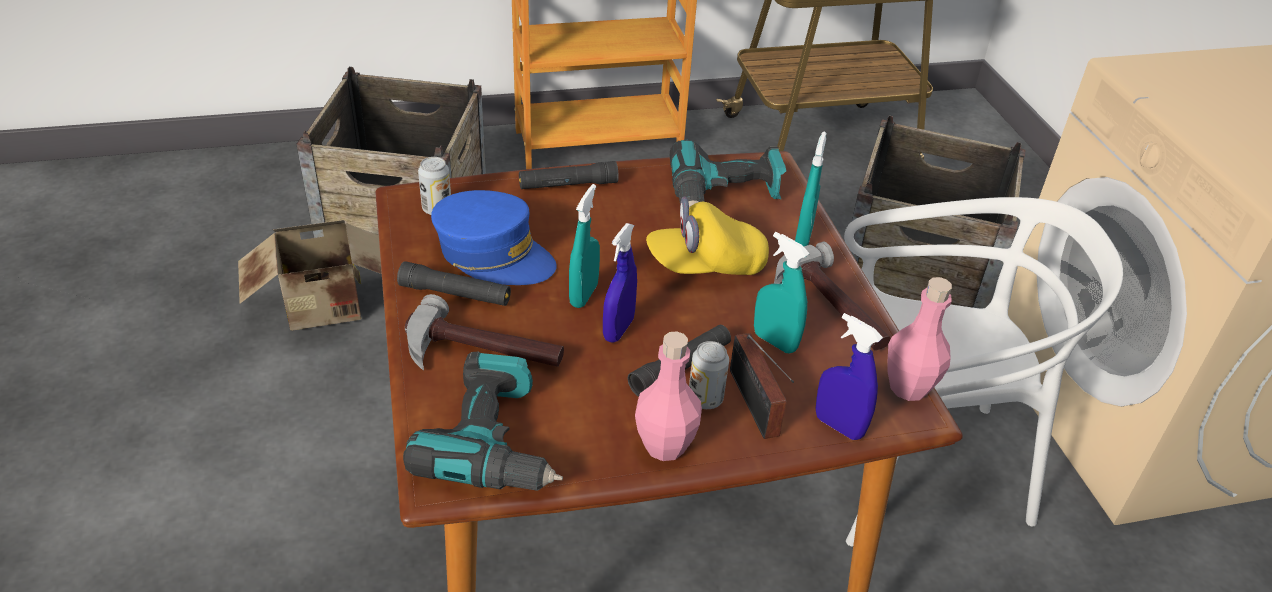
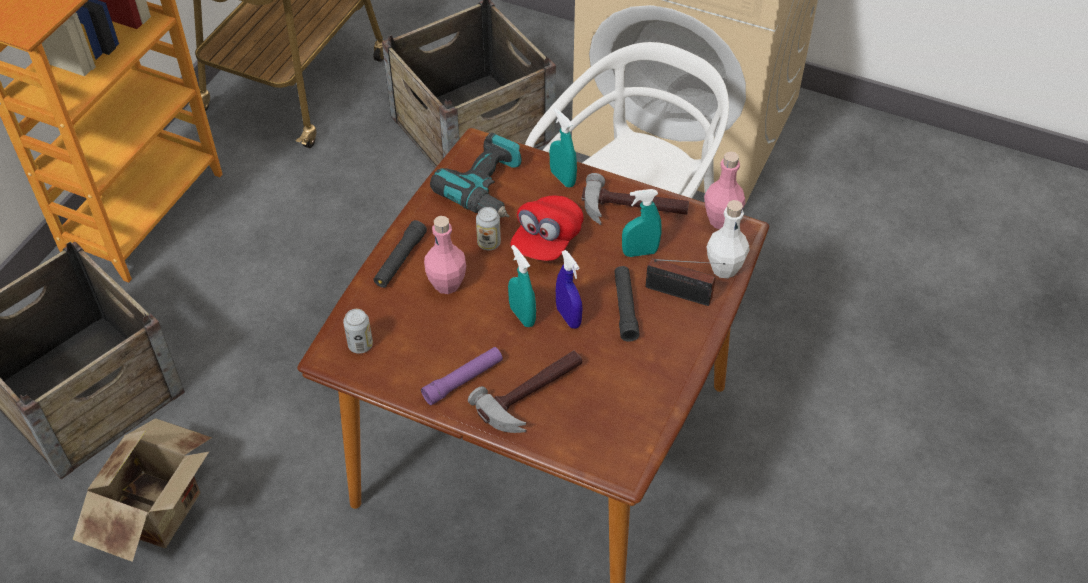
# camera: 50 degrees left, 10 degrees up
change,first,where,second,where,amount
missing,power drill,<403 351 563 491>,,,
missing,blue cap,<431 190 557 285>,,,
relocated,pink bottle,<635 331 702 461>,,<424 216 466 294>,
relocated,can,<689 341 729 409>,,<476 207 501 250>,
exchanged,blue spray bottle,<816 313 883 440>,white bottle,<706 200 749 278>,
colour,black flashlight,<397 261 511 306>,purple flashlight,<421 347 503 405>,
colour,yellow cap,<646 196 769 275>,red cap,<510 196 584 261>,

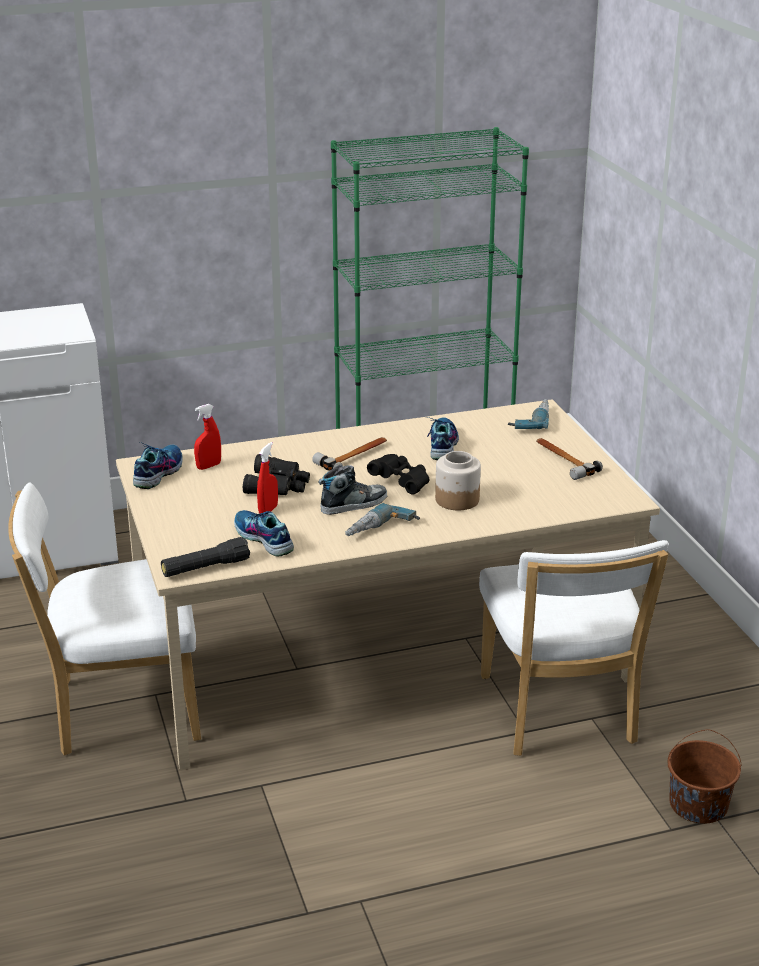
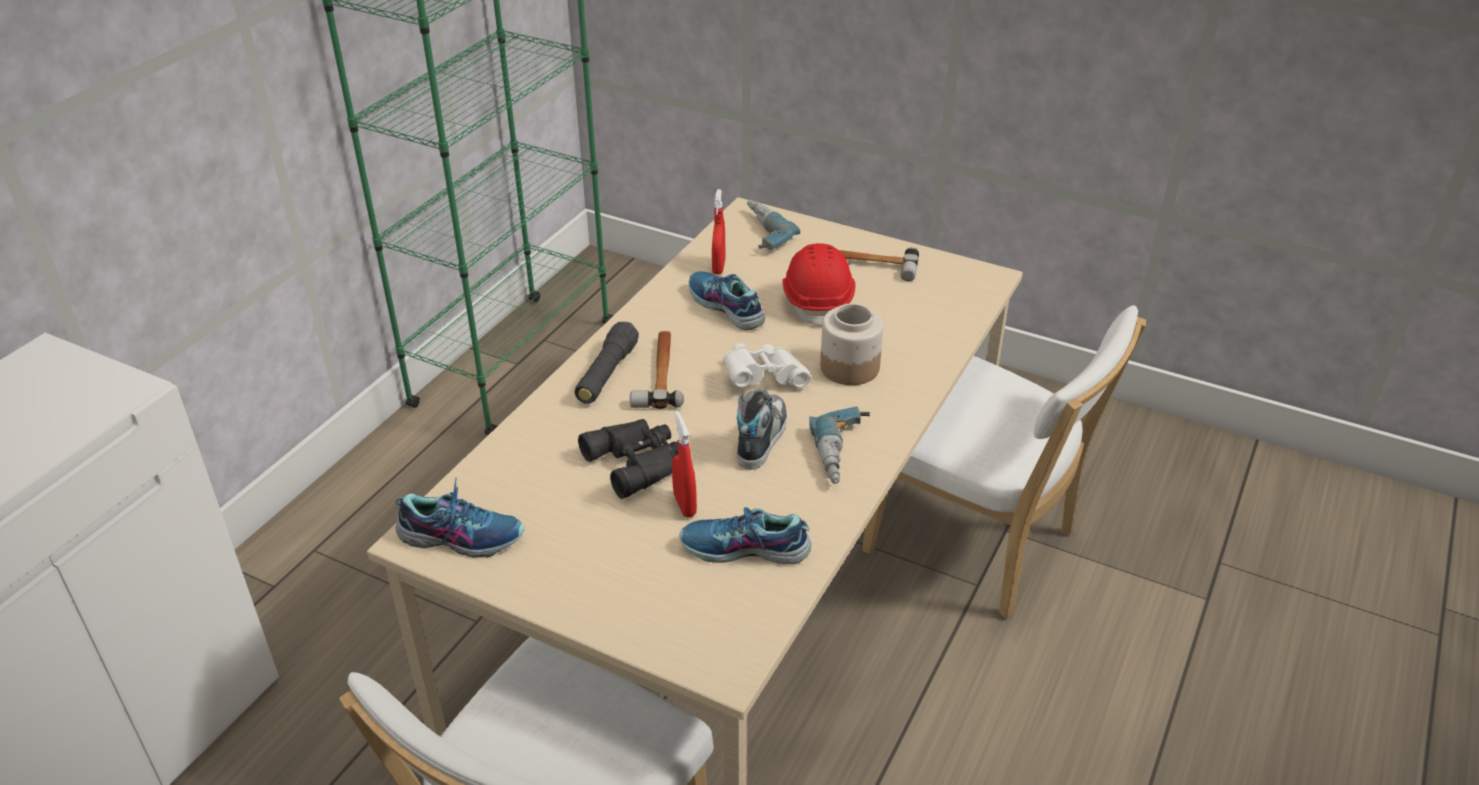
# camera: 45 degrees left, 10 degrees up
change,first,where,second,where,amount
missing,brown bucket,<668 729 741 824>,,,
appeared,,,red hard hat,<782 243 855 325>,
relocated,black flashlight,<161 537 250 577>,,<575 322 639 404>,
relocated,red spray bottle,<194 404 221 470>,,<712 189 725 275>,
colour,black binoculars,<367 454 429 495>,white binoculars,<723 343 811 388>,
spun,shoe,<133 442 183 489>,,<395 478 524 558>,120 degrees clockwise

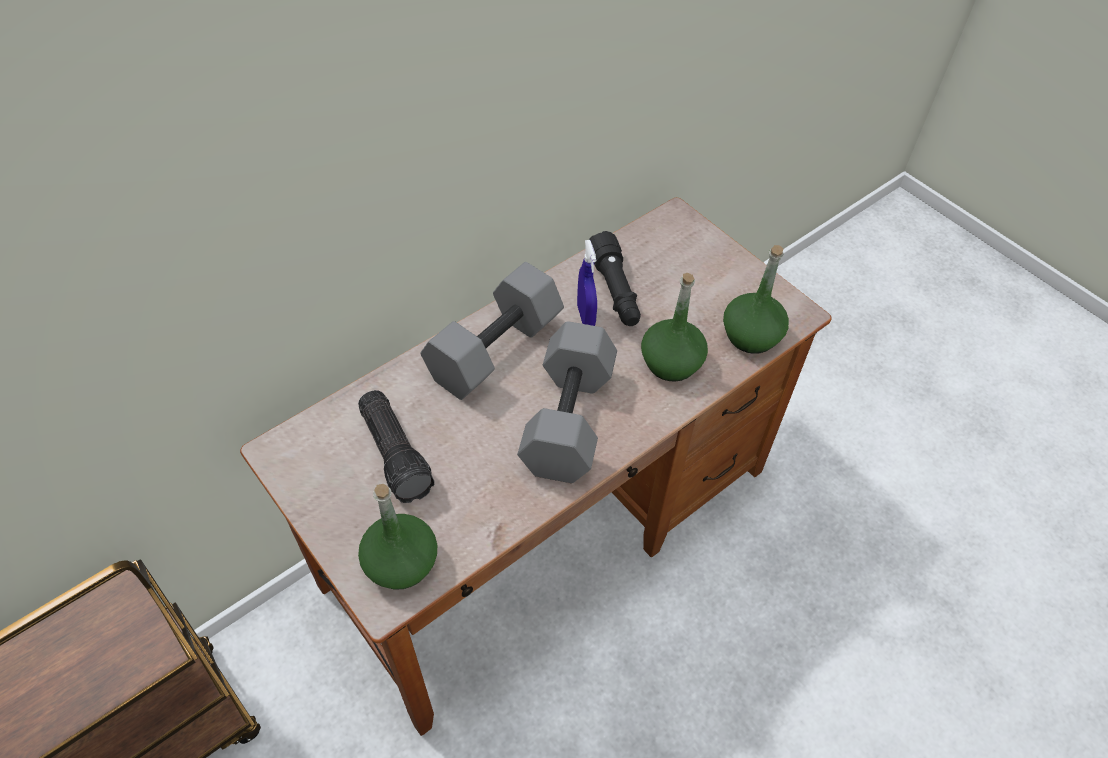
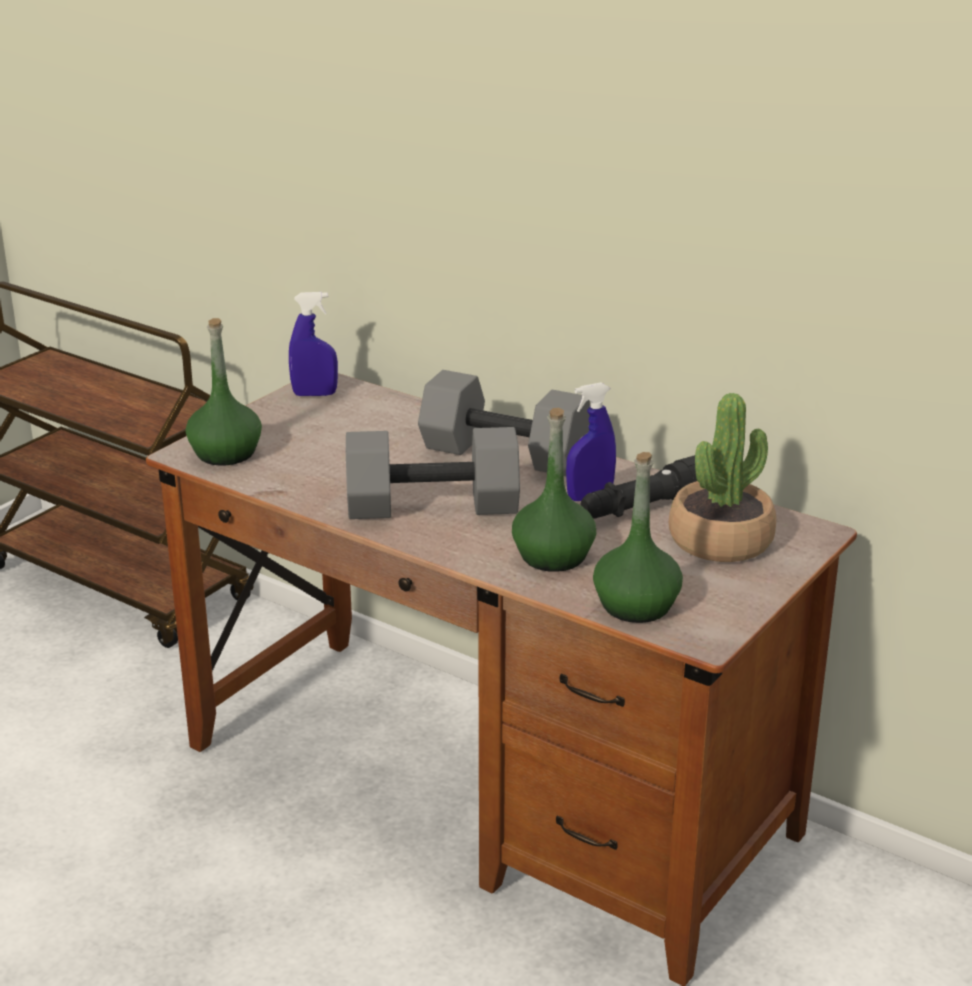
# camera: 75 degrees right, 25 degrees down
change,first,where,second,where,amount
missing,flashlight,<358 390 435 503>,,,
appeared,,,blue spray bottle,<289 292 338 396>,
appeared,,,potted plant,<669 393 776 562>,

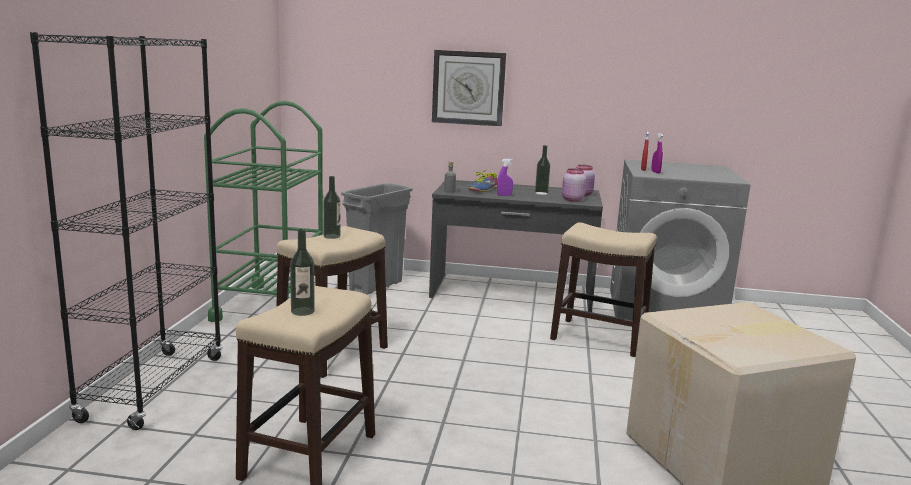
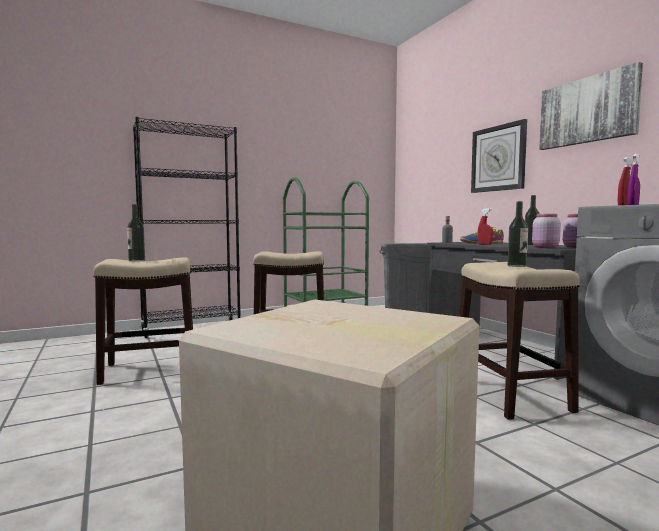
# camera: 55 degrees right, 10 degrees down
change,first,where,second,where,amount
appeared,,,picture,<539 62 643 150>,
relocated,bottle,<323 176 341 239>,,<508 201 528 267>,
colour,purple spray bottle,<497 159 513 196>,red spray bottle,<477 208 493 245>,

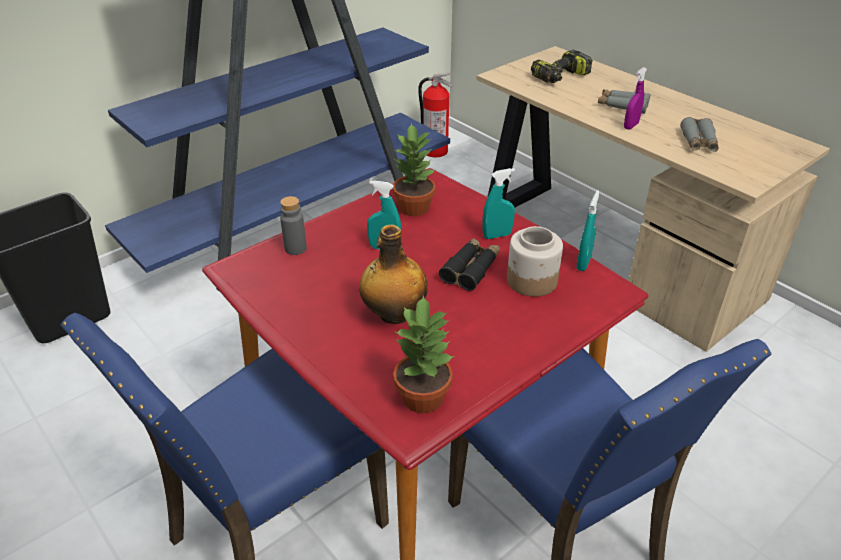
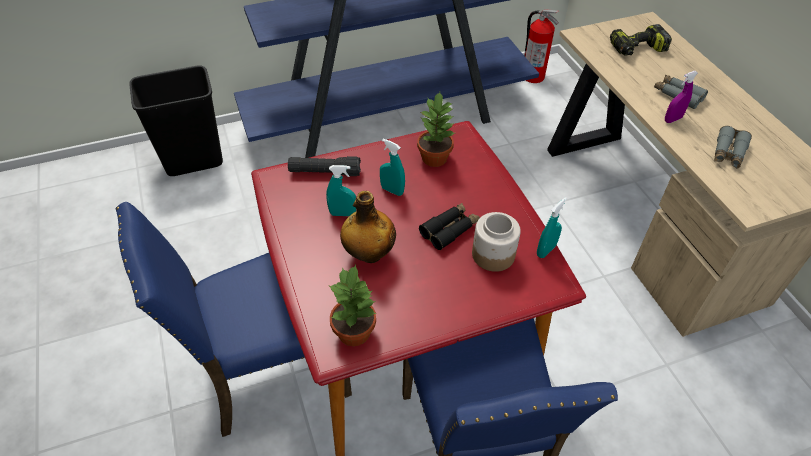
# camera: 20 degrees right, 10 degrees up
change,first,where,second,where,amount
relocated,turquoise spray bottle,<482 168 515 239>,,<326 165 356 216>,
exchanged,grey bottle,<280 196 307 255>,black flashlight,<288 156 361 176>,

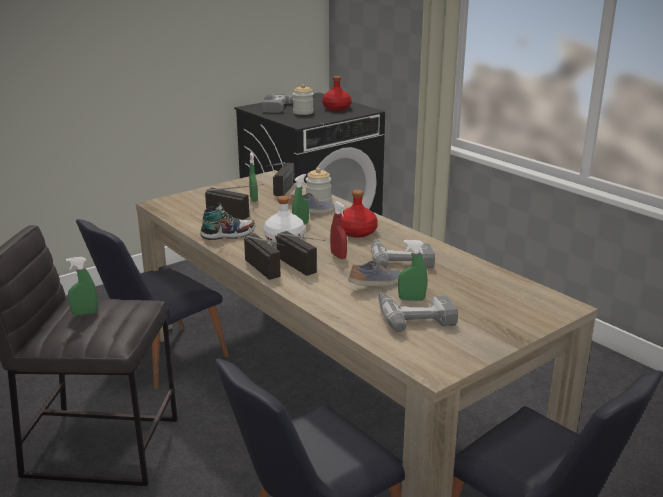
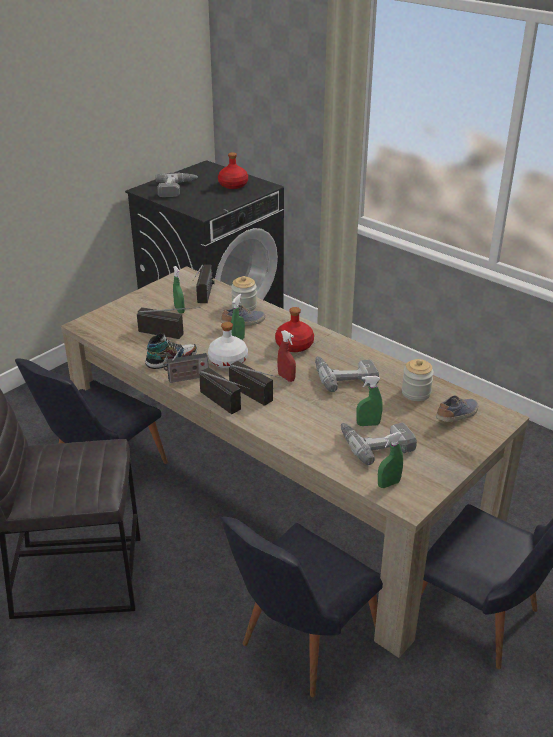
# camera: 10 degrees left, 10 degrees up
change,first,where,second,where,amount
appeared,,,radio,<163 348 208 383>,
relocated,green spray bottle,<66 257 98 315>,,<378 432 403 488>,
relocated,jar,<293 84 314 115>,,<402 359 434 401>,
relocated,shoe,<348 261 401 286>,,<436 395 478 422>,

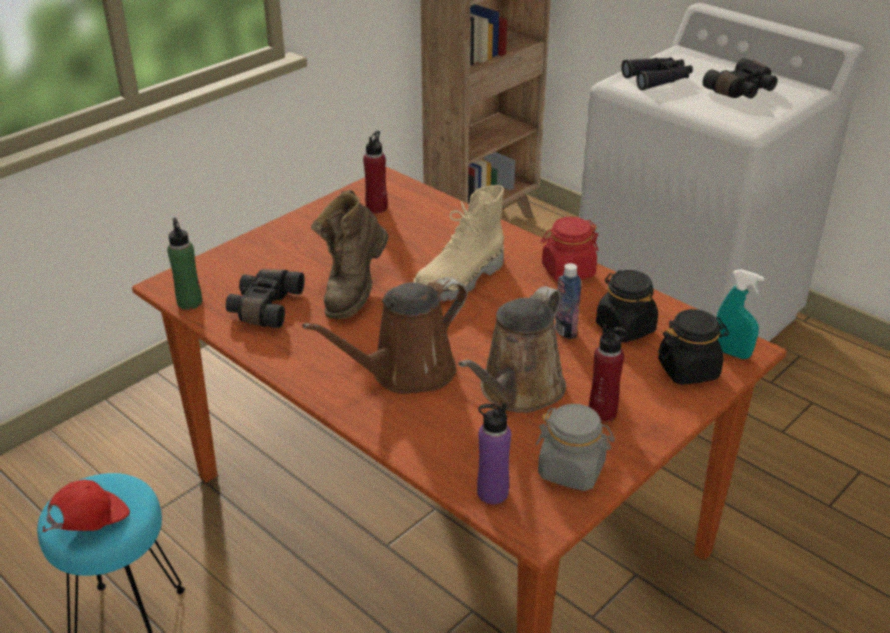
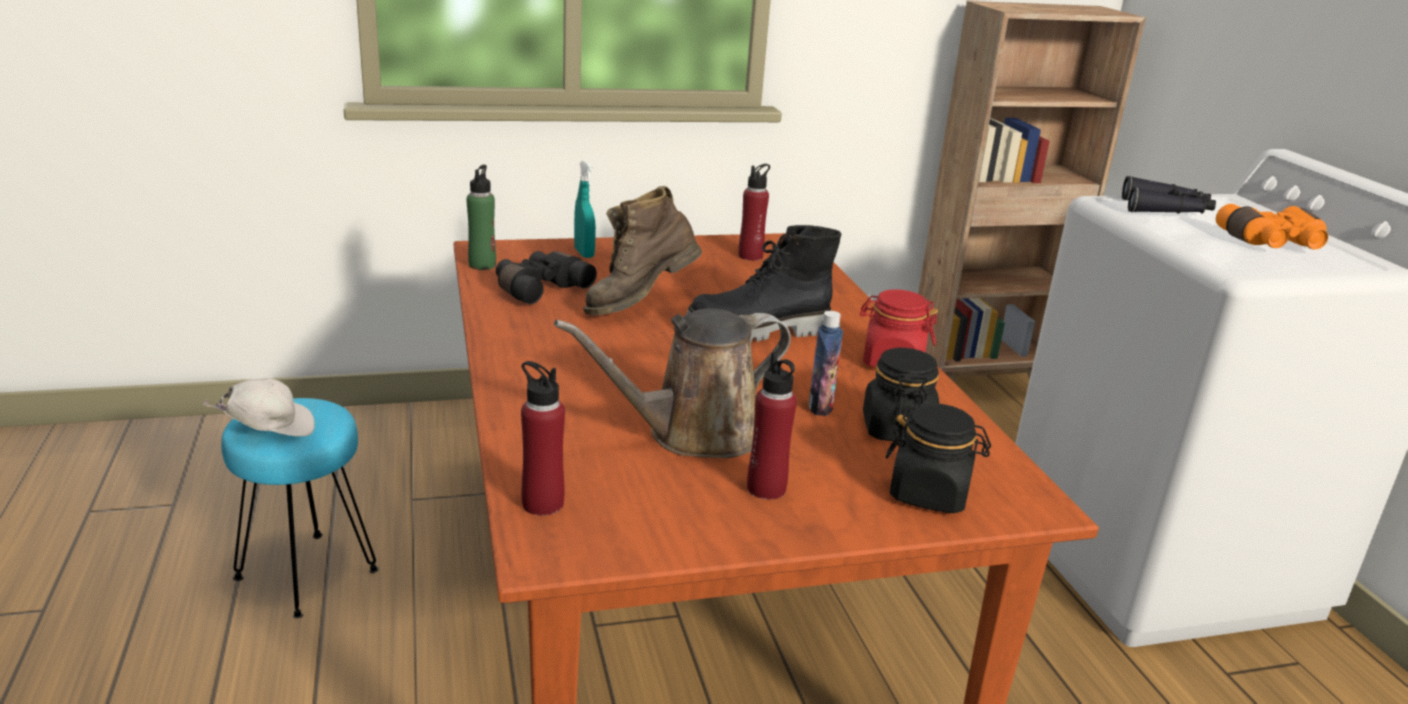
# camera: 30 degrees right, 10 degrees down
change,first,where,second,where,amount
missing,brown watering can,<302 277 467 394>,,,
missing,grey jar,<536 404 615 491>,,,
relocated,turquoise spray bottle,<717 269 764 359>,,<574 160 596 258>,
colour,red cap,<42 479 130 532>,white cap,<203 378 315 437>,
colour,beige boot,<413 185 504 302>,black boot,<685 225 842 342>,
colour,purple bottle,<477 402 511 504>,red bottle,<521 361 565 516>,
colour,black binoculars,<703 58 778 98>,orange binoculars,<1216 204 1328 249>,

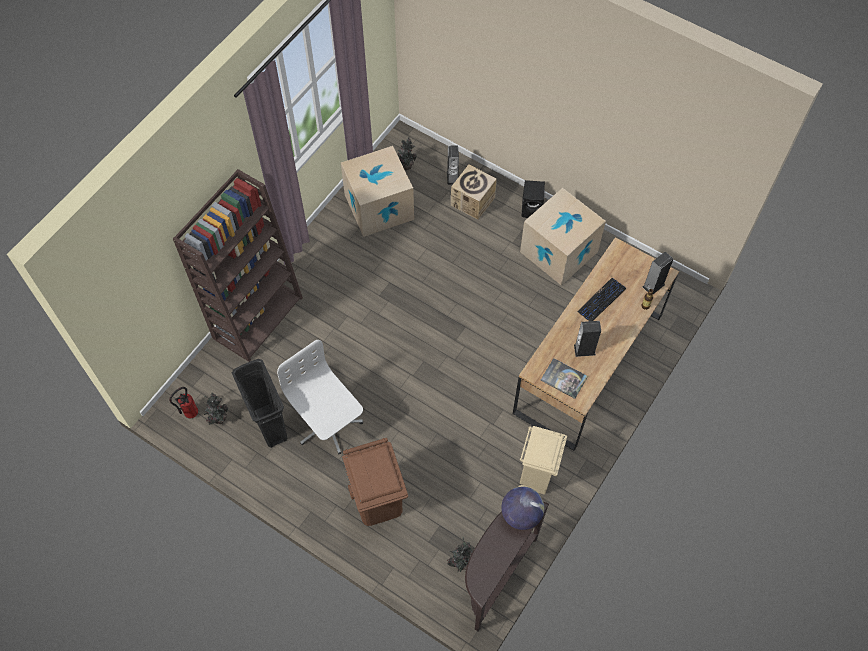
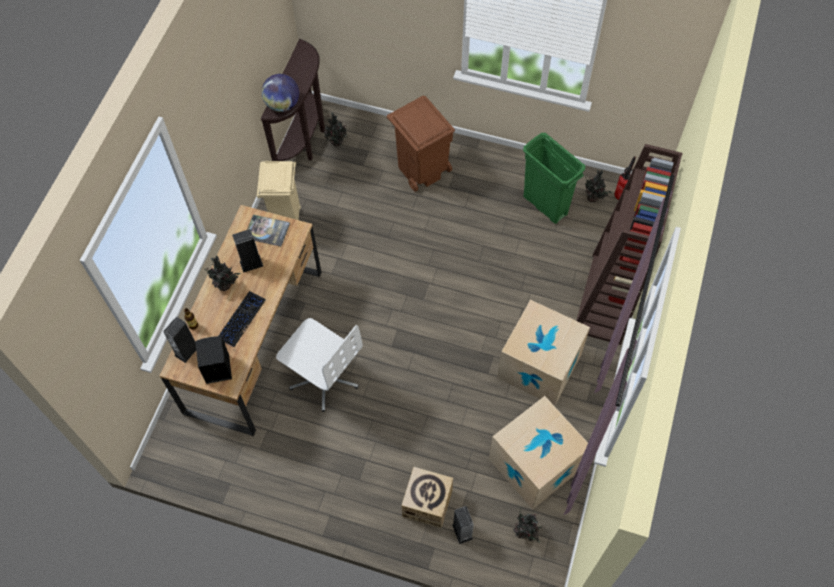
# camera: 165 degrees right, 0 degrees up
change,first,where,second,where,amount
appeared,,,potted plant,<203 256 240 291>,
relocated,white office chair,<277 340 363 454>,,<276 318 363 412>,
relocated,cardboard box,<520 188 606 286>,,<497 300 590 406>,
relocated,black speaker,<521 180 545 218>,,<195 336 232 384>,
colour,black trash can,<232 359 287 448>,green trash can,<523 133 585 224>,

